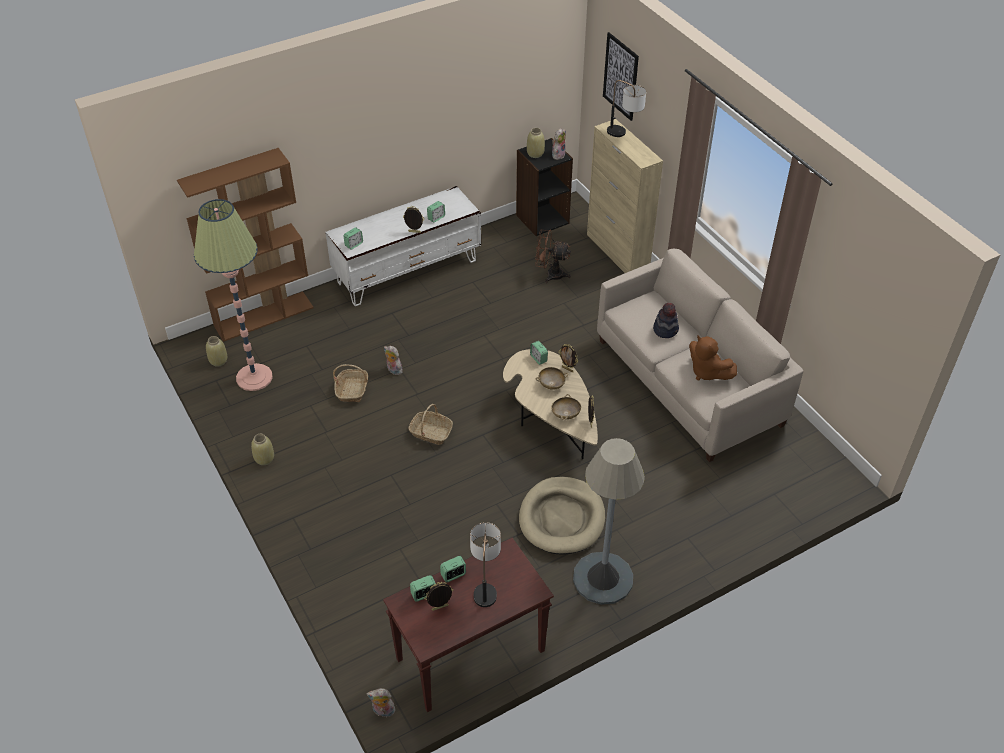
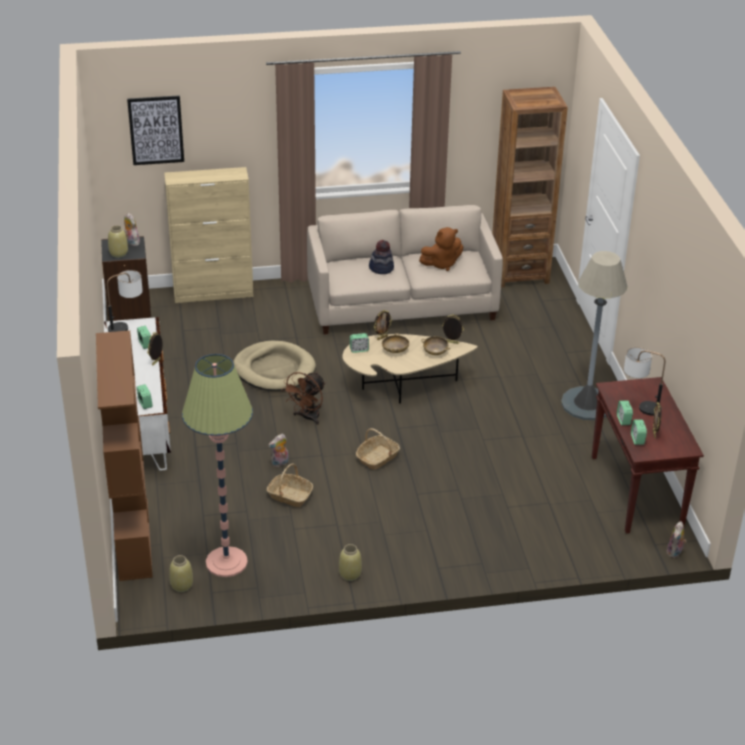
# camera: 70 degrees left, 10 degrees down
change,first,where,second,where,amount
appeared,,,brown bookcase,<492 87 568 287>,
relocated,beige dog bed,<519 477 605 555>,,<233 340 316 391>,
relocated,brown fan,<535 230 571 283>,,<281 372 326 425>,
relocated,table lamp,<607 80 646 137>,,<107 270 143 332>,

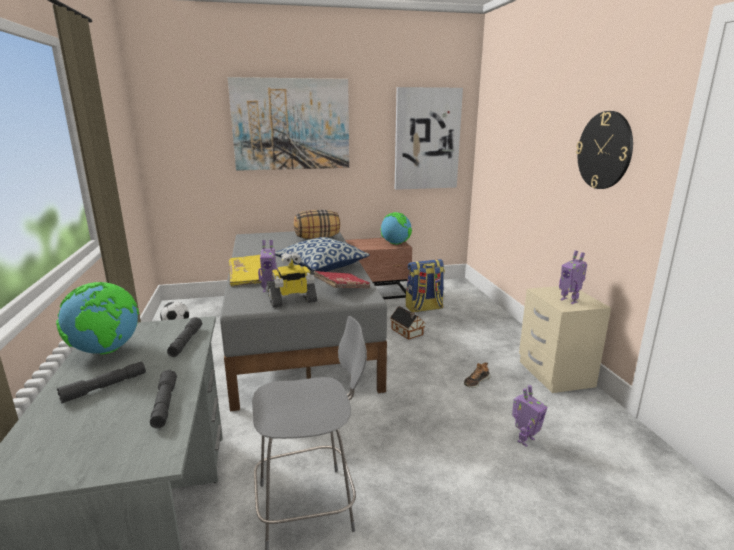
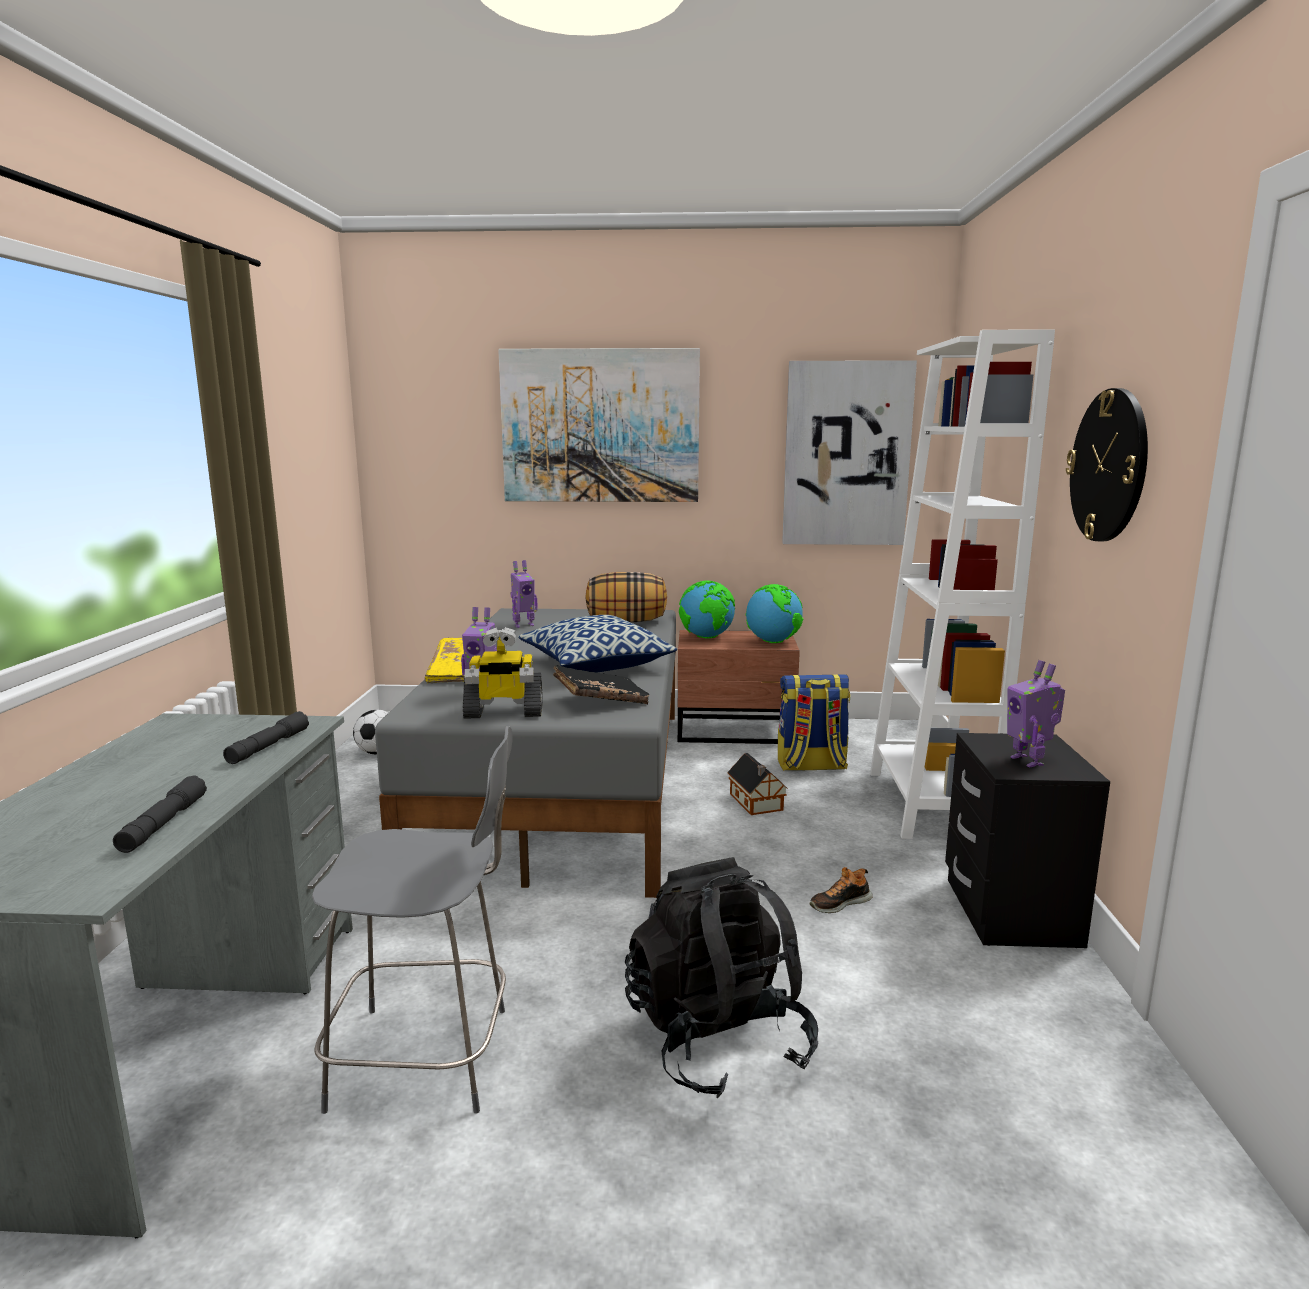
# camera: 15 degrees right, 5 degrees down
change,first,where,second,where,amount
missing,grey flashlight,<57 361 146 404>,,,
appeared,,,black backpack,<625 857 818 1098>,
appeared,,,white bookcase,<870 329 1055 839>,
relocated,globe,<56 282 139 355>,,<679 581 735 638>,
relocated,toy robot,<512 385 547 447>,,<510 560 538 628>,
colour,red book,<314 271 370 288>,black book,<553 665 649 704>,
colour,beige nightstand,<519 286 611 393>,black nightstand,<945 733 1110 948>,

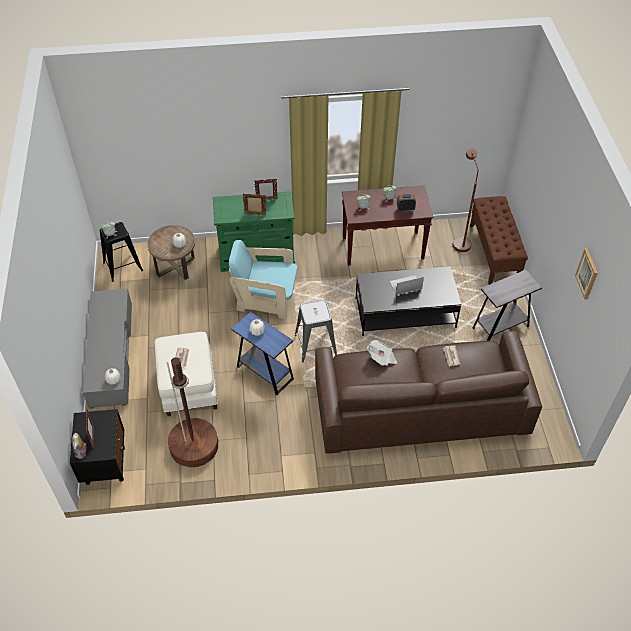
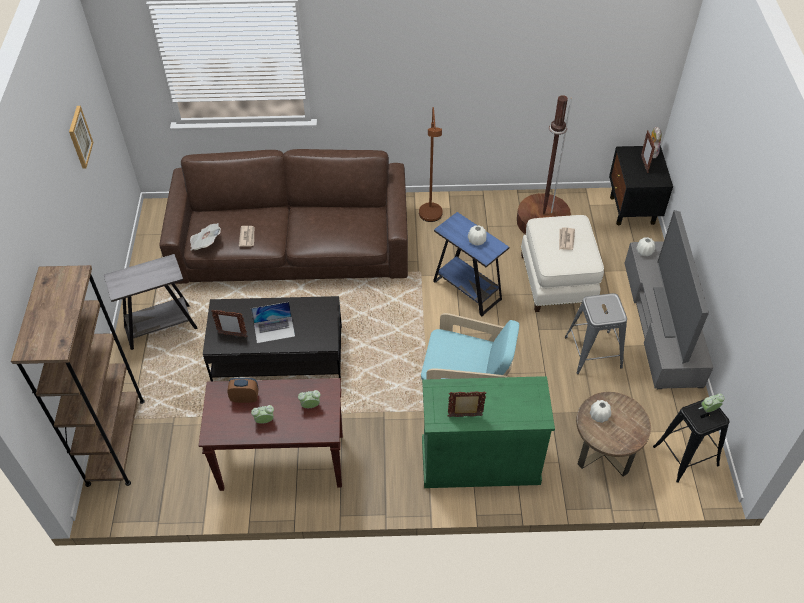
# camera: 175 degrees left, 0 degrees up
change,first,where,second,where,amount
appeared,,,television,<653 210 709 364>,
relocated,picture frame,<243 193 266 215>,,<211 310 247 337>,
relocated,grey stool,<295 300 337 362>,,<565 293 627 374>,
relocated,newspaper,<367 340 397 366>,,<190 223 221 251>,
relocated,brown floor lamp,<453 148 478 252>,,<419 107 443 222>,
exchanged,brown bench,<470 196 528 285>,brown bookcase,<11 265 145 487>,

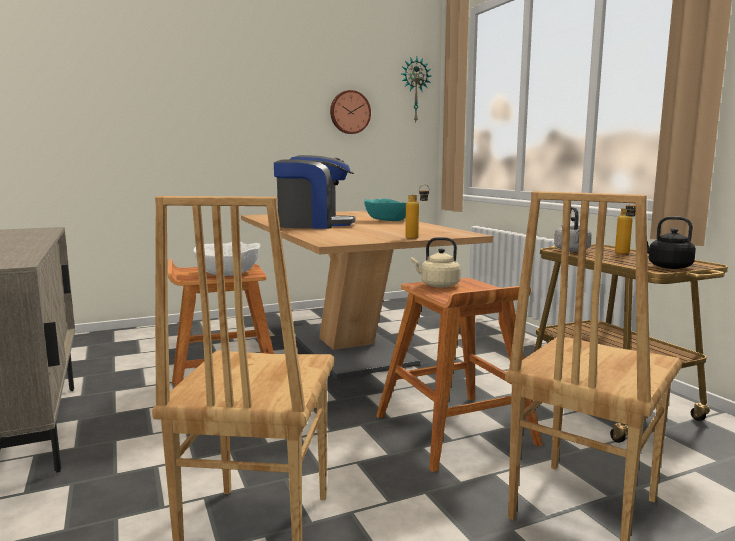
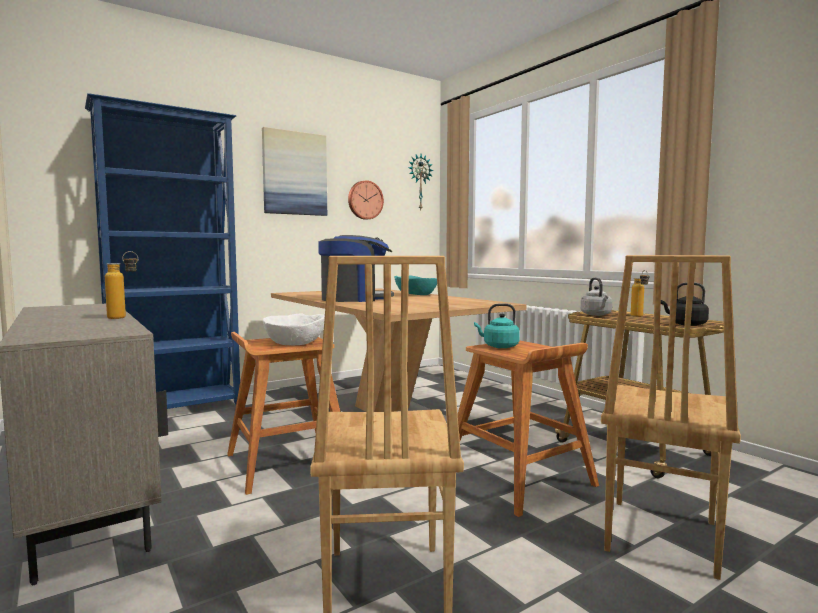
# camera: 10 degrees left, 5 degrees down
change,first,where,second,where,amount
appeared,,,blue bookcase,<85 93 240 409>,
appeared,,,picture,<262 127 327 216>,
relocated,bottle,<405 184 430 239>,,<105 251 138 319>,
colour,beige kettle,<411 237 461 288>,turquoise kettle,<474 303 520 348>,

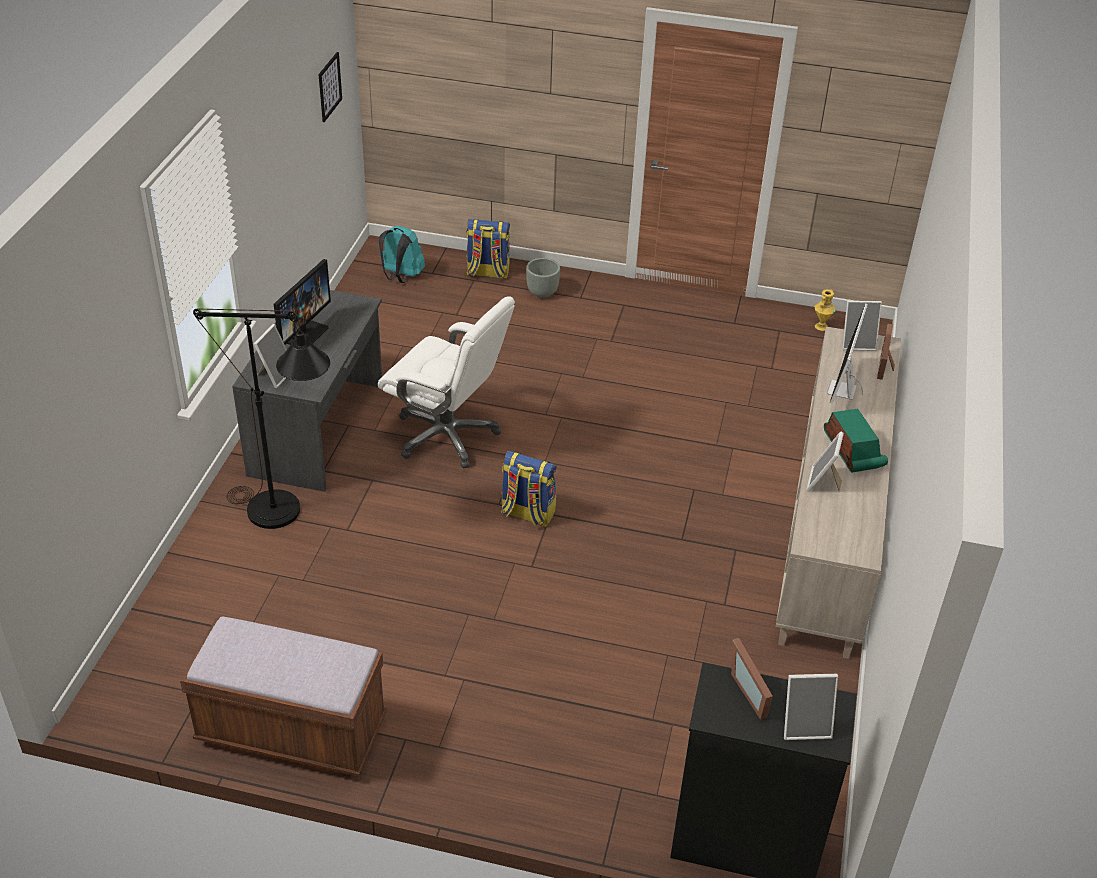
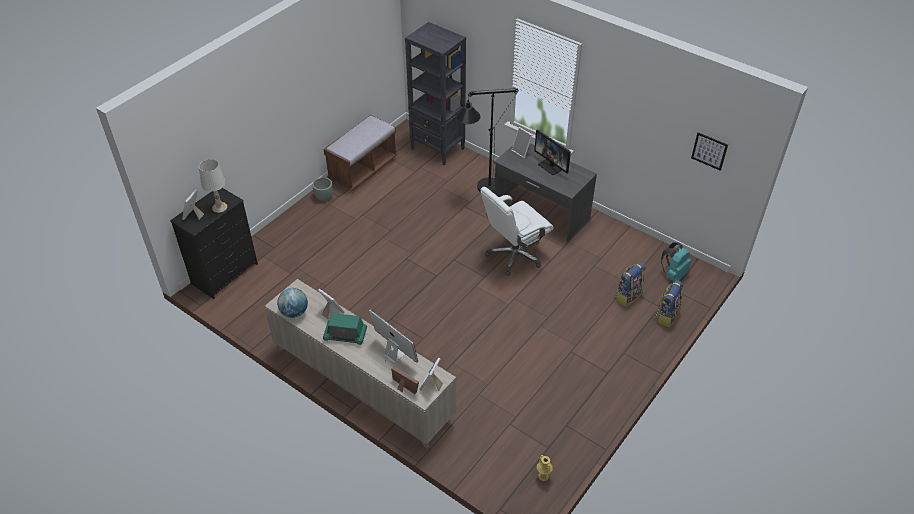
# camera: 115 degrees right, 5 degrees up
change,first,where,second,where,amount
appeared,,,globe,<277 288 308 318>,
appeared,,,black bookcase,<405 22 466 165>,
relocated,backpack,<501 451 556 527>,,<615 262 645 307>,
relocated,grey planter,<526 258 560 298>,,<312 177 333 201>,
exchanged,picture frame,<731 638 773 720>,white table lamp,<199 159 227 213>,

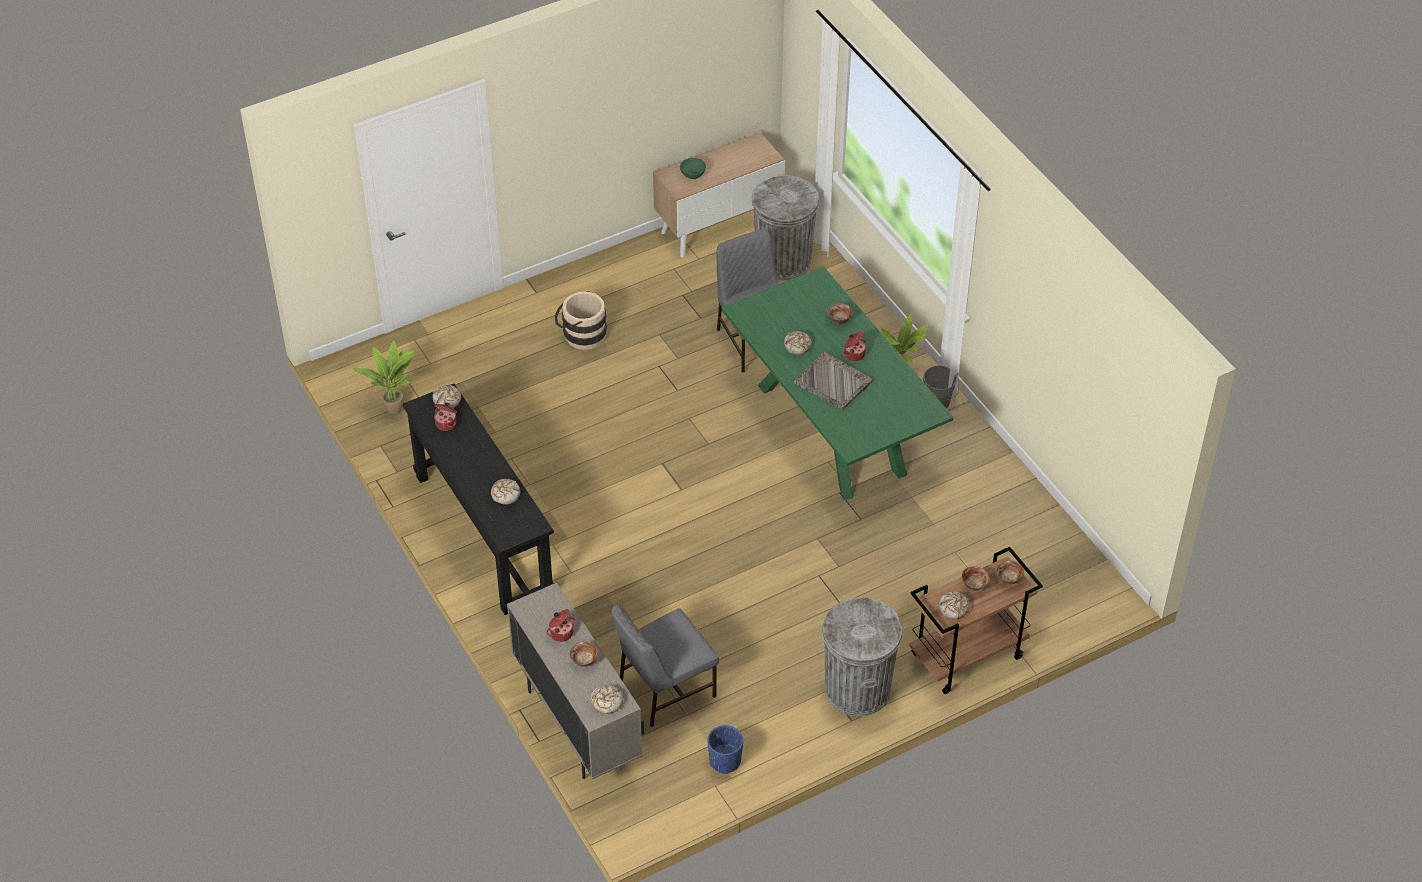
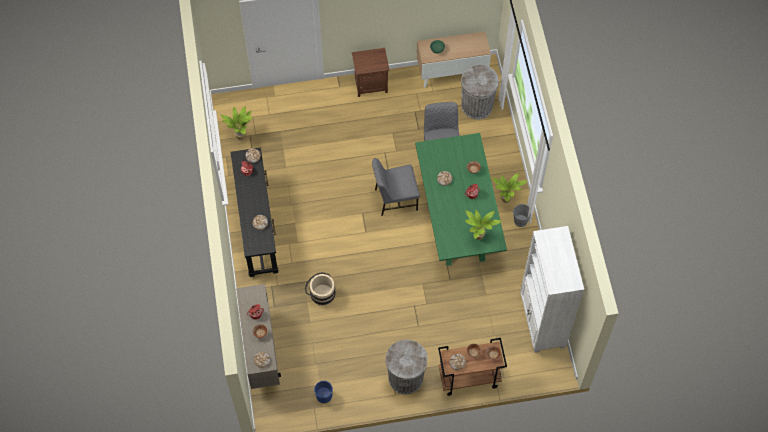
# camera: 20 degrees right, 15 degrees up
change,first,where,second,where,amount
missing,grey tray,<794 352 873 410>,,,
appeared,,,brown nightstand,<352 48 389 97>,
appeared,,,potted plant,<465 210 502 240>,
appeared,,,white bookcase,<520 226 584 353>,
relocated,beige bucket,<555 291 607 350>,,<305 272 336 306>,
relocated,grey chair,<612 604 719 727>,,<372 158 420 216>,

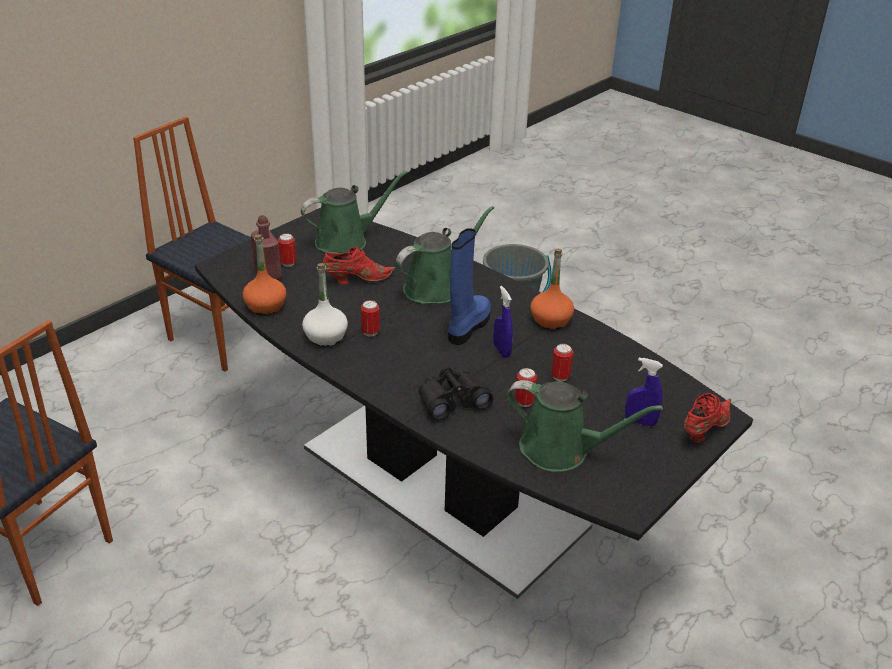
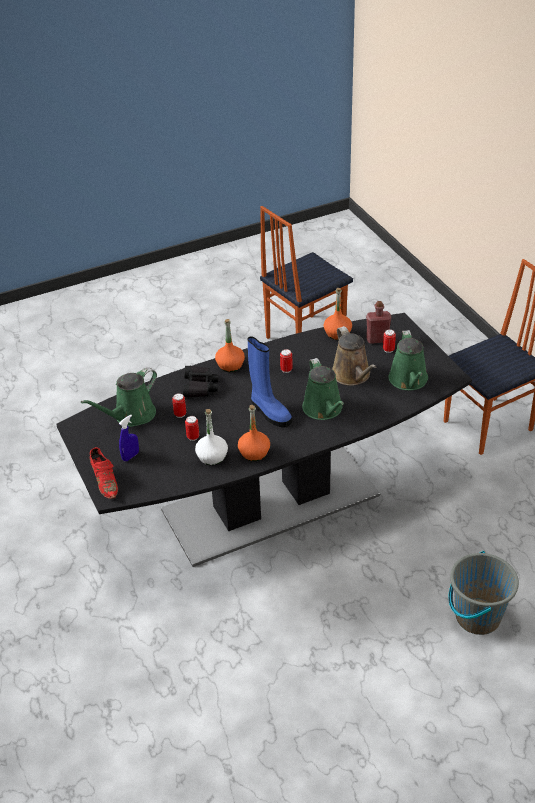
# camera: 115 degrees right, 5 degrees up
change,first,where,second,where,amount
missing,blue spray bottle,<493 286 513 358>,,,
appeared,,,orange bottle,<215 319 245 372>,
relocated,white bottle,<302 263 348 347>,,<195 409 228 465>,
exchanged,red shoe,<323 247 395 285>,brown watering can,<332 326 376 386>,

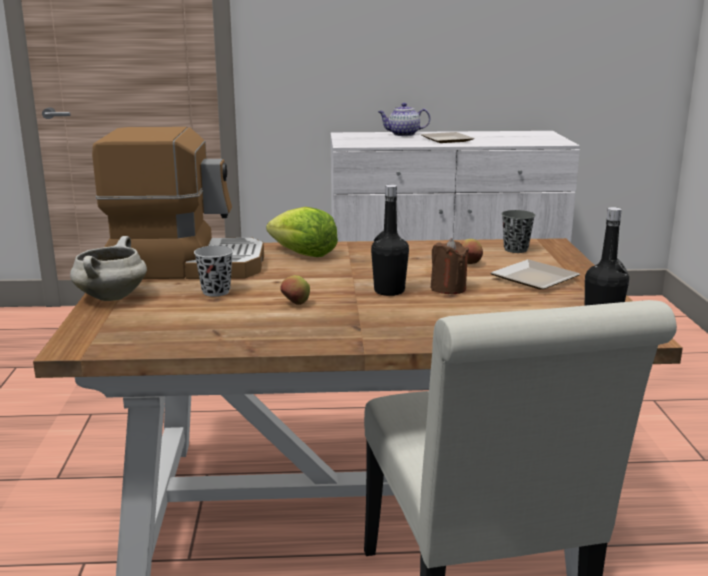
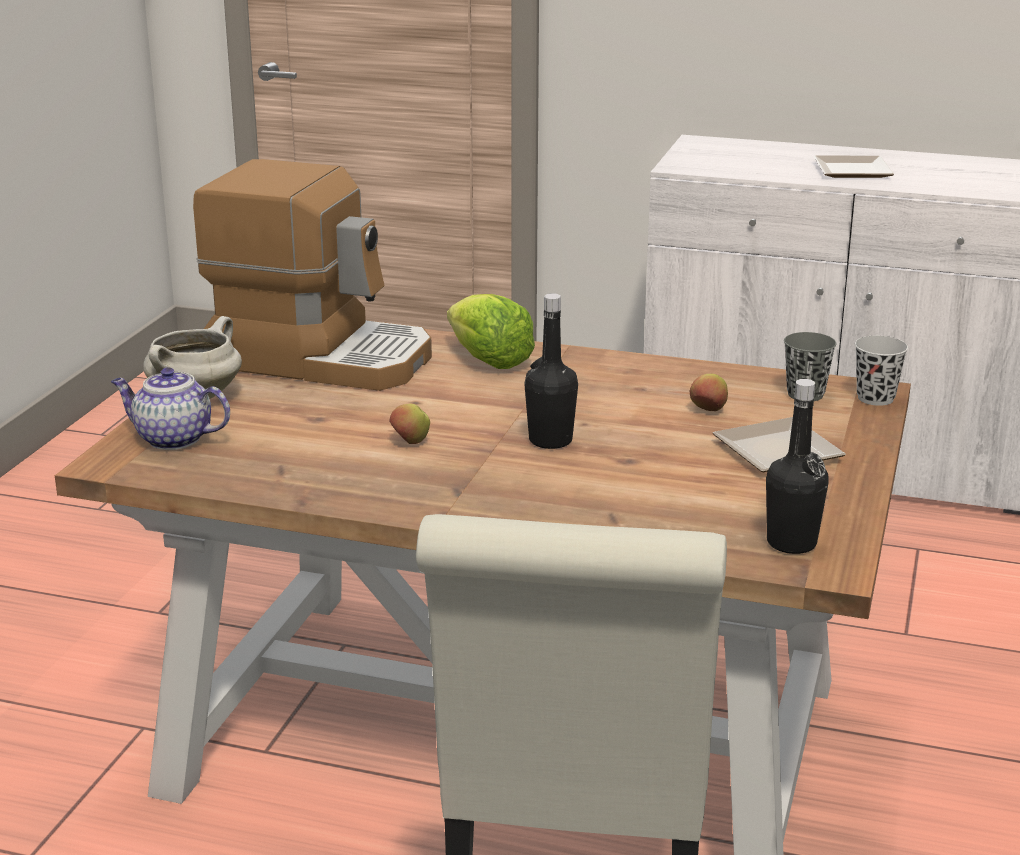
# camera: 20 degrees right, 5 degrees up
change,first,where,second,where,amount
missing,brown candle,<431 238 469 294>,,,
relocated,black cup,<194 245 233 297>,,<855 336 908 406>,
relocated,teapot,<378 103 430 136>,,<111 367 230 450>,

